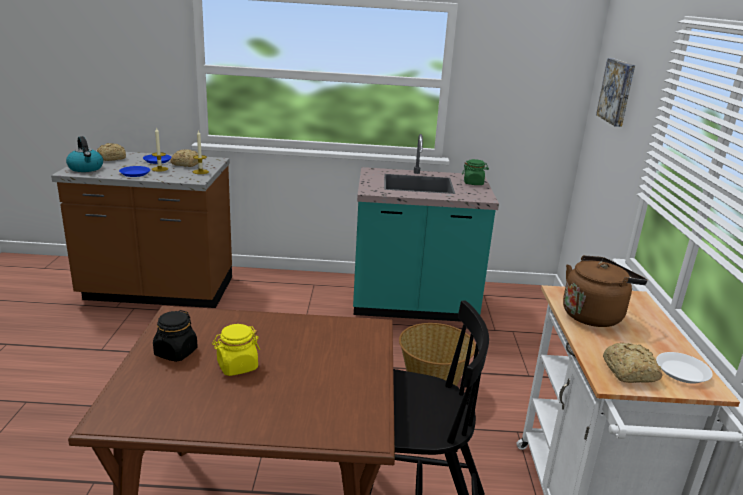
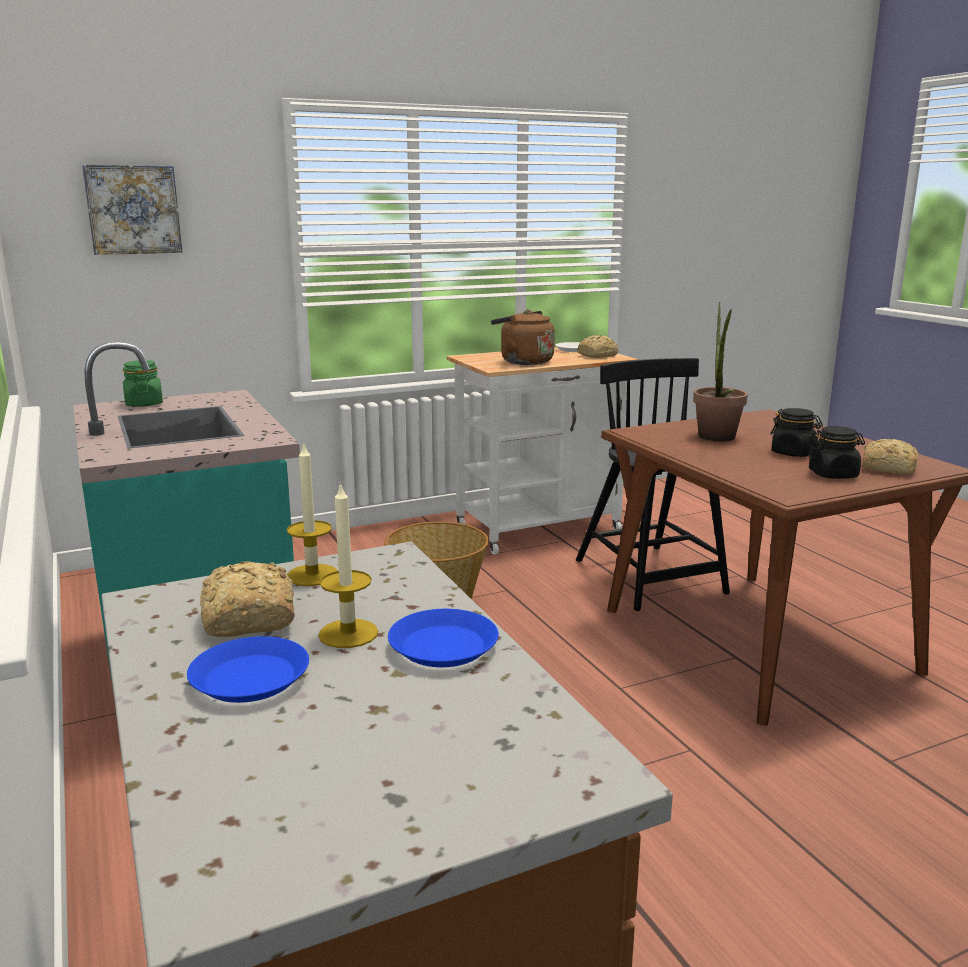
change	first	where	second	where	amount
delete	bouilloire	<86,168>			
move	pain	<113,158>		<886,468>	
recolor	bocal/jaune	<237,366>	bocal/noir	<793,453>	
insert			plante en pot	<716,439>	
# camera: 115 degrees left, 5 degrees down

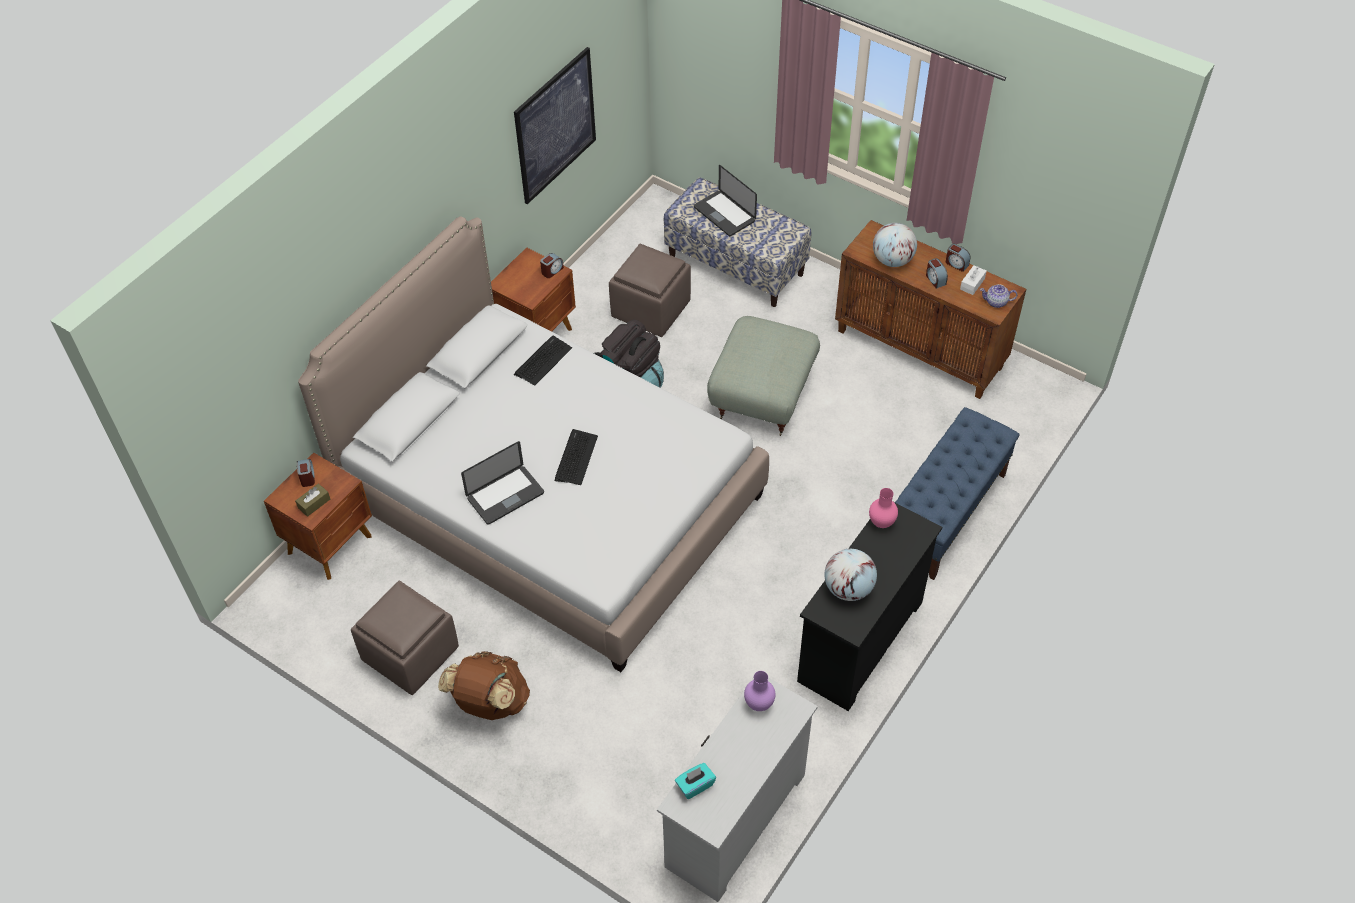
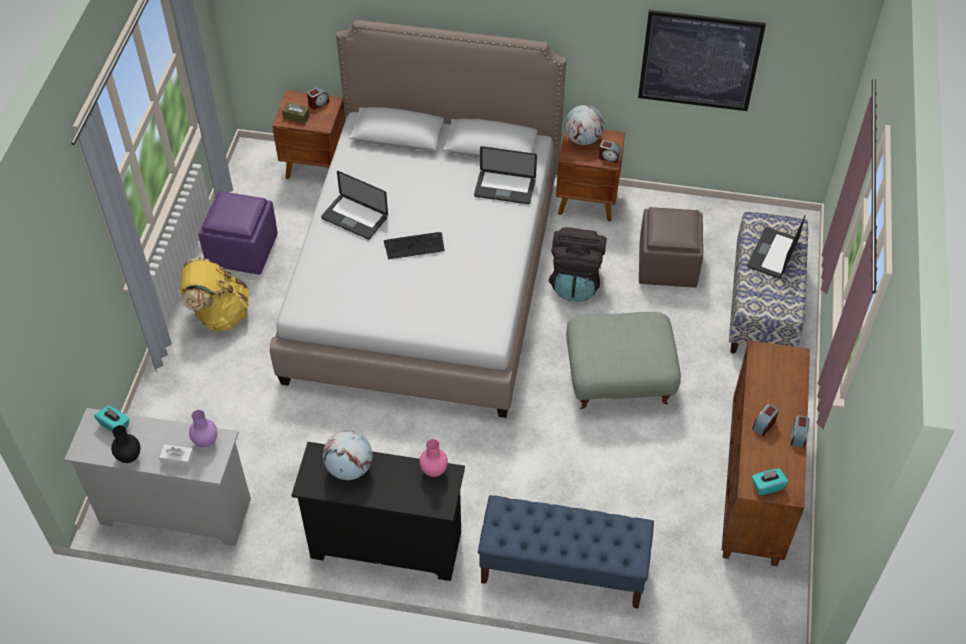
change	first	where	second	where	amount
move	globe	<892,260>		<582,139>	
move	boîte à mouchoirs/blanc	<972,284>		<178,459>	
replace	théière	<996,302>	boîte à mouchoirs/turquoise	<767,486>	
replace	clavier	<543,361>	ordinateur portable	<504,188>	
recolor	pouf/marron	<409,654>	pouf/violet	<242,250>	
recolor	sac à dos/marron	<490,703>	sac à dos/jaune	<219,314>	
insert			vase/noir	<129,458>	
# camera: 65 degrees right, 0 degrees up

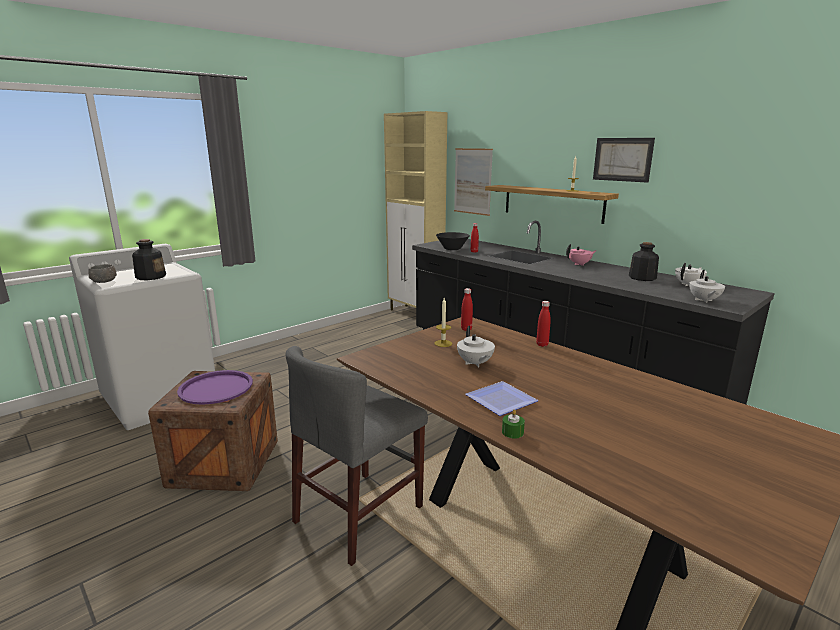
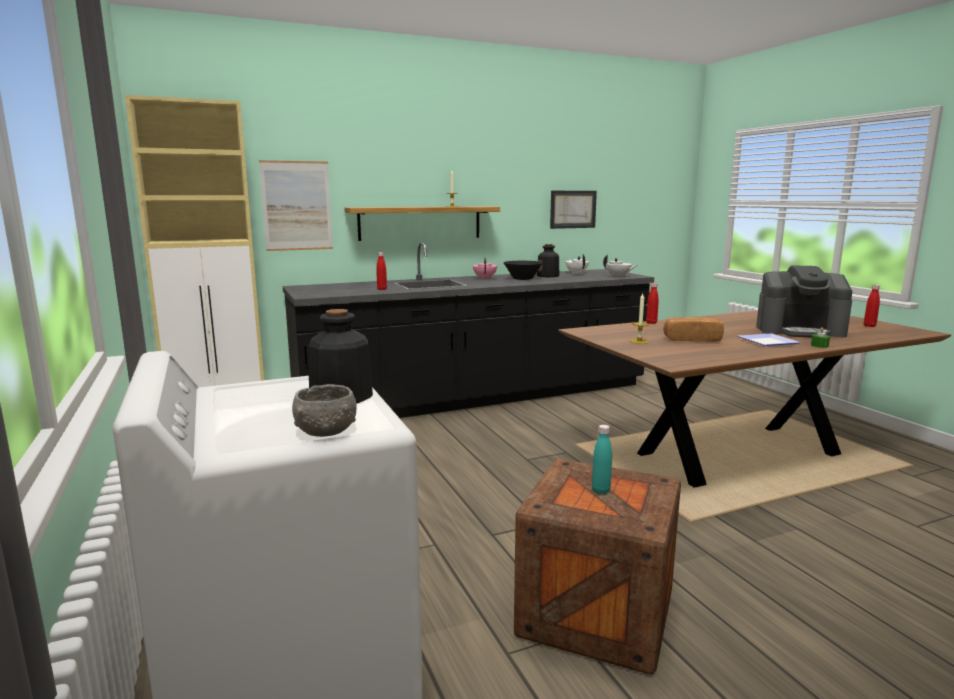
change	first	where	second	where	amount
move	tableau	<622,159>		<573,209>	
move	bol/noir	<452,249>		<523,279>	
move	bouteille/rouge	<466,329>		<869,326>	
replace	théière/blanc	<475,363>	pain	<692,339>	
delete	chaise/gris	<359,514>			
replace	plateau/violet	<216,388>	bouteille/turquoise	<600,490>	
insert			machine à café	<800,330>	
# camera: 70 degrees left, 5 degrees down

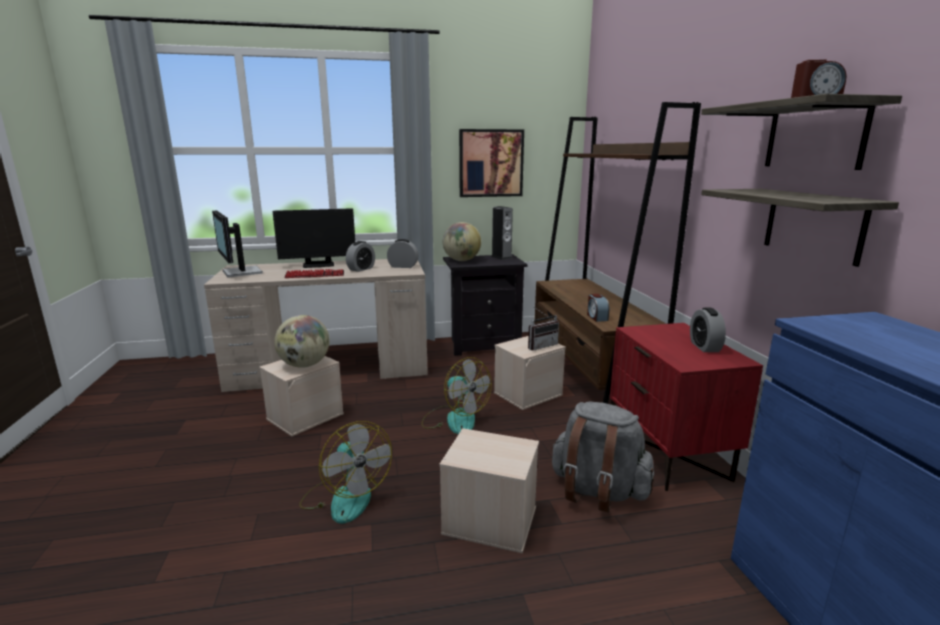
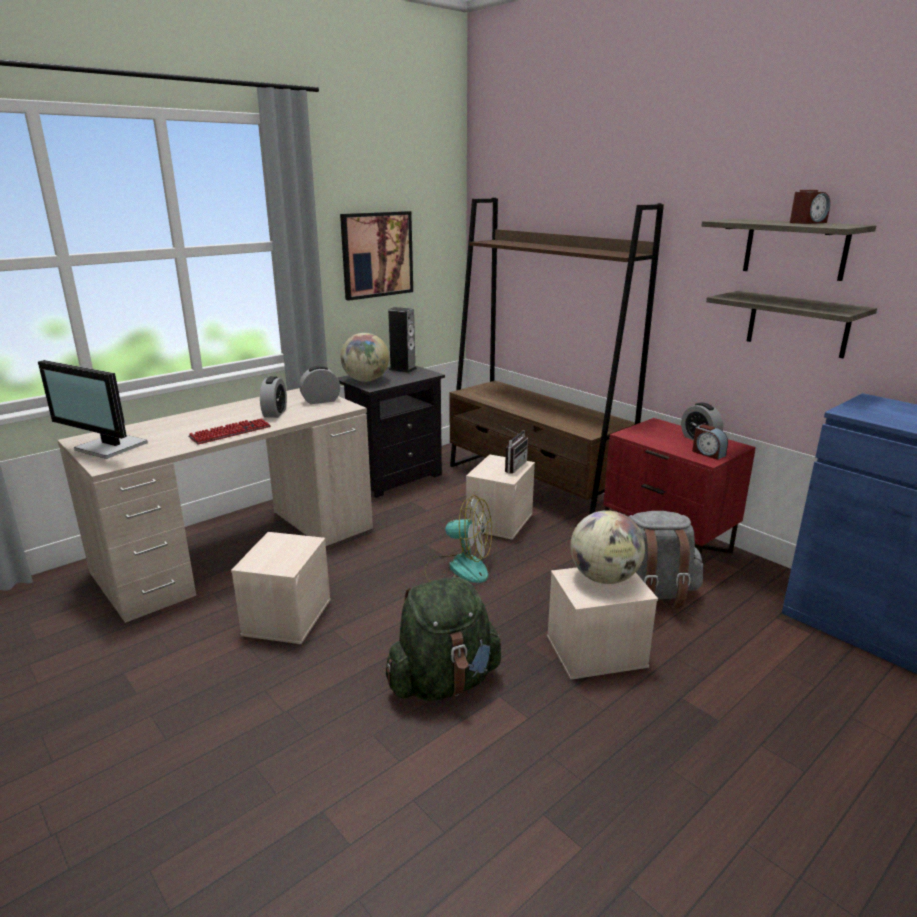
change	first	where	second	where	amount
delete	écran d'ordinateur	<318,265>			
move	réveil	<596,317>		<708,453>	
move	globe	<304,365>		<604,578>	
replace	ventilateur	<345,497>	sac à dos/vert	<444,682>	
# camera: 30 degrees left, 5 degrees up

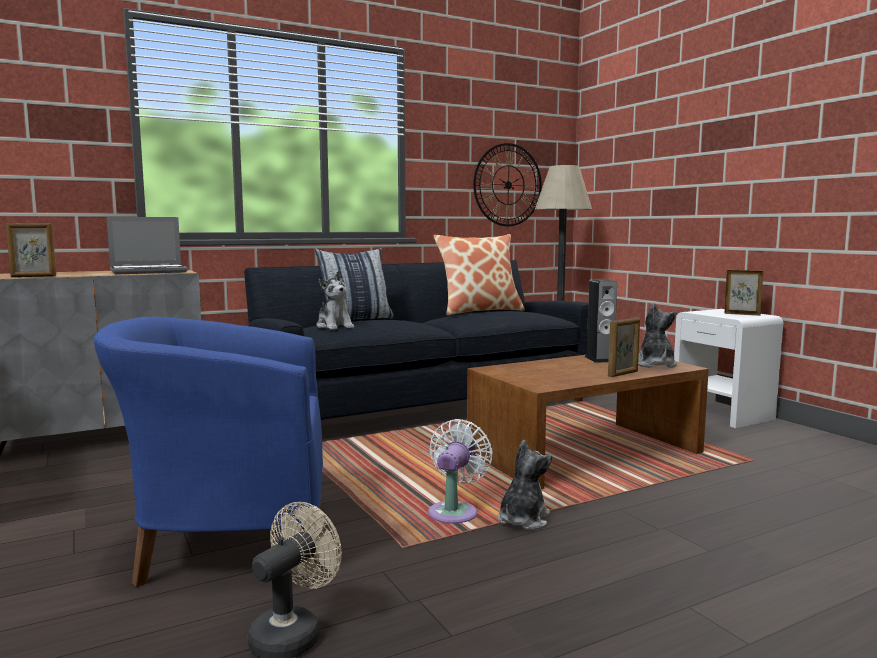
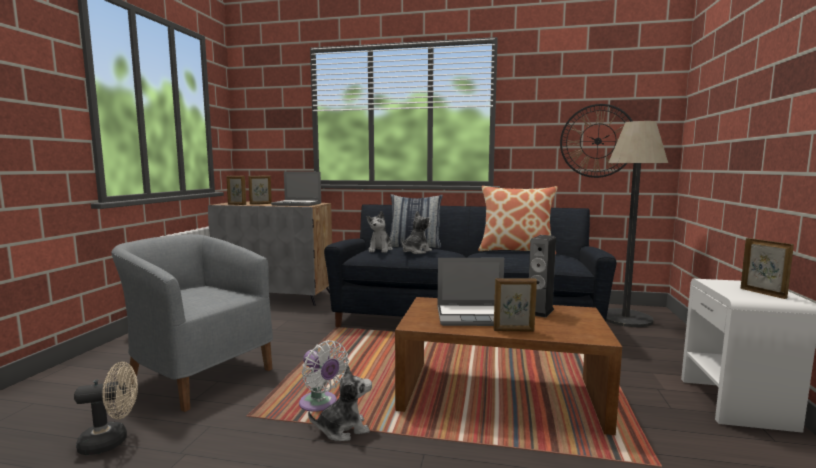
change	first	where	second	where	amount
move	peluche	<655,365>		<416,251>	
recolor	fauteuil/bleu	<227,541>	fauteuil/gris	<198,374>	
rotate	ventilateur/blanc	<455,511>		<320,404>	75 degrees clockwise
insert			cadre photo	<260,204>	
insert			ordinateur portable	<473,316>	
# camera: 40 degrees right, 0 degrees up

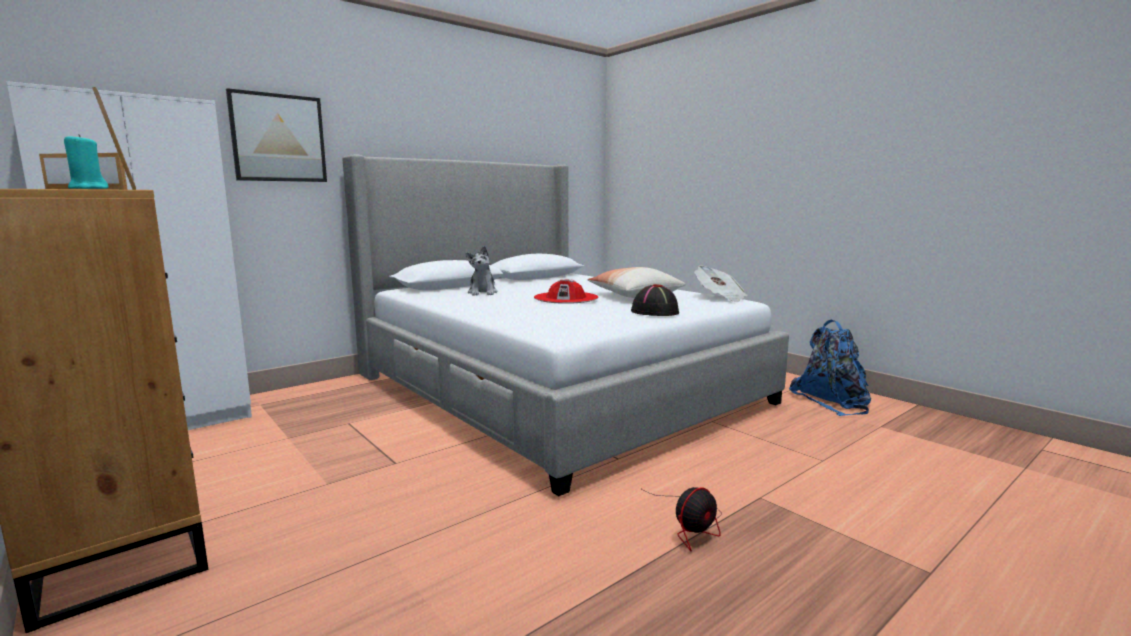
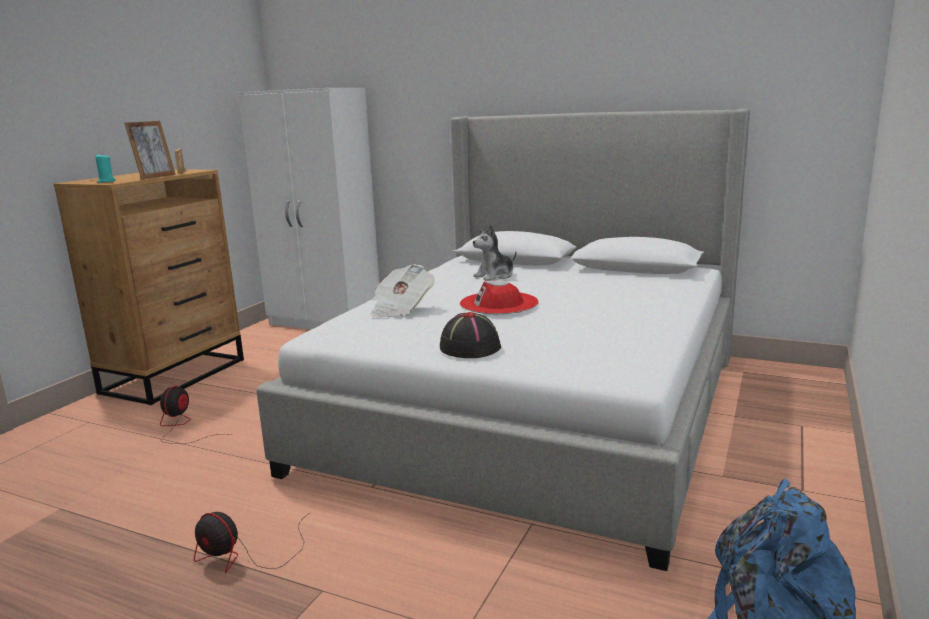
change	first	where	second	where	amount
delete	tableau	<278,138>			
move	journal	<720,298>		<401,309>	
delete	coussin	<634,296>			
insert			ventilateur	<182,427>	
# camera: 65 degrees right, 5 degrees up

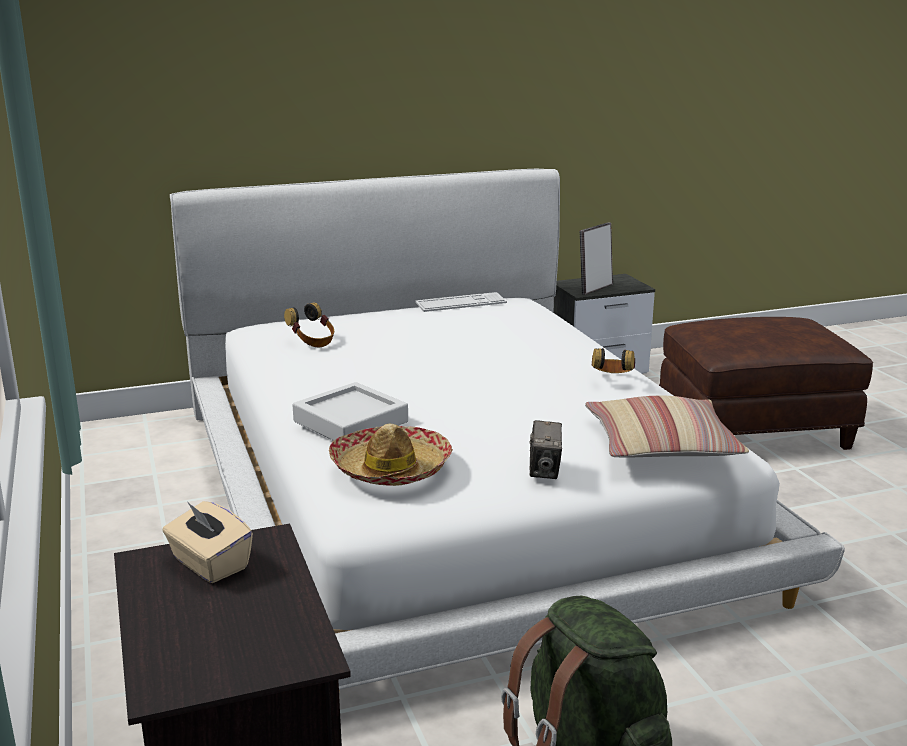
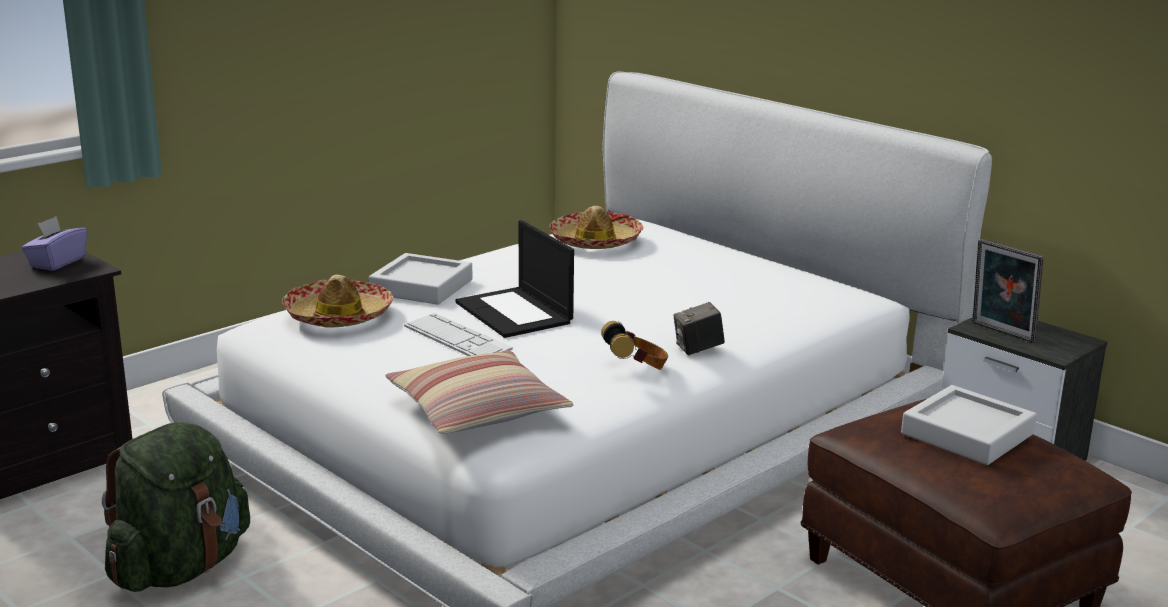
change	first	where	second	where	amount
rotate	cadre photo	<594,289>		<1000,333>	150 degrees counterclockwise
move	clavier	<461,303>		<457,338>	
replace	casque audio	<312,342>	chapeau	<595,241>	
move	appareil photo	<544,471>		<698,349>	
recolor	boîte à mouchoirs/beige	<209,564>	boîte à mouchoirs/violet	<57,262>	
insert			ordinateur portable	<515,313>	
insert			plateau/gris	<967,434>	
# camera: 65 degrees right, 0 degrees up

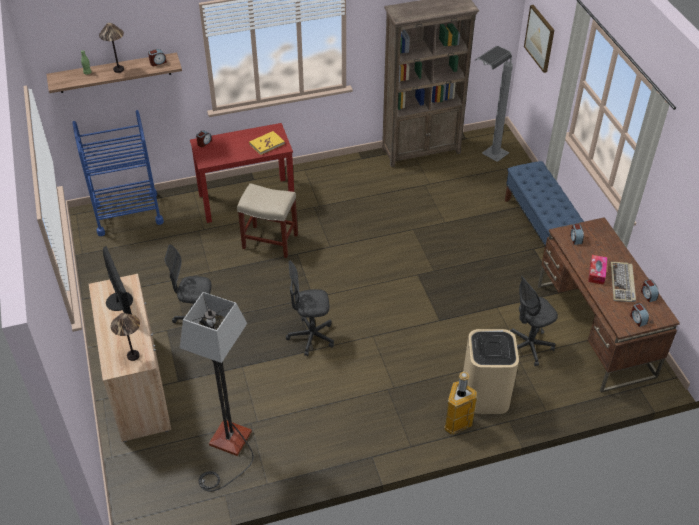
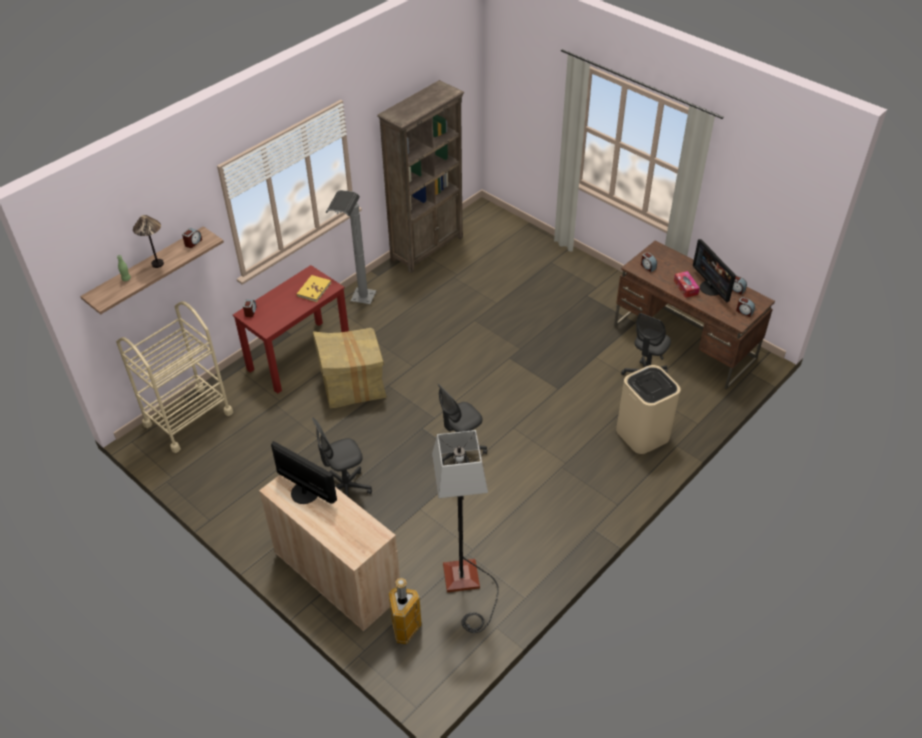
change	first	where	second	where	amount
delete	tableau	<540,38>			
move	lampadaire/gris	<486,161>		<359,307>	
recolor	chariot/bleu	<128,214>	chariot/beige	<188,418>	
delete	banc/bleu	<539,227>			
replace	tabouret/beige	<269,241>	carton	<353,385>	
replace	clavier	<622,283>	écran d'ordinateur	<711,288>	
delete	lampe de table	<133,356>			
move	poubelle	<456,423>		<405,630>	
# camera: 30 degrees left, 0 degrees up

